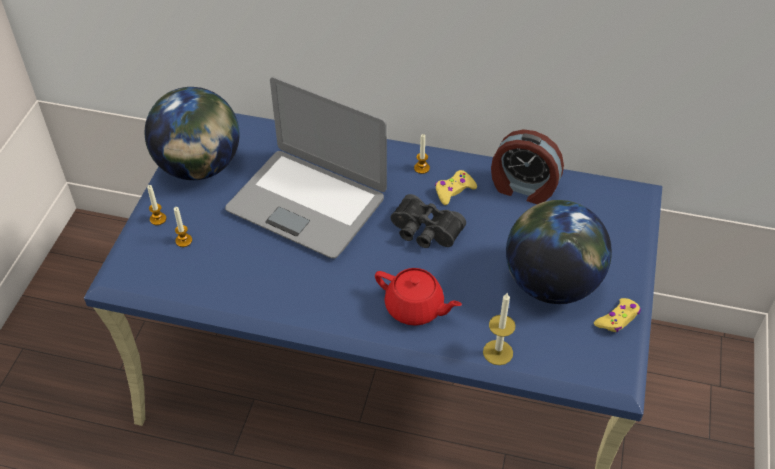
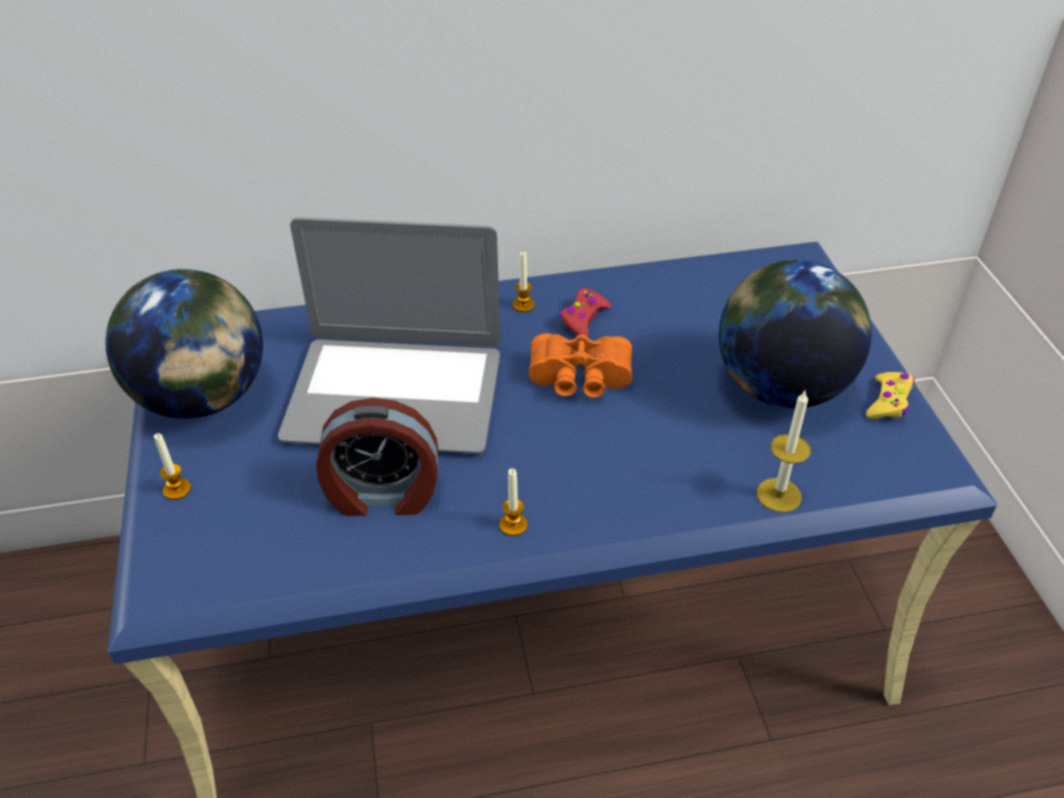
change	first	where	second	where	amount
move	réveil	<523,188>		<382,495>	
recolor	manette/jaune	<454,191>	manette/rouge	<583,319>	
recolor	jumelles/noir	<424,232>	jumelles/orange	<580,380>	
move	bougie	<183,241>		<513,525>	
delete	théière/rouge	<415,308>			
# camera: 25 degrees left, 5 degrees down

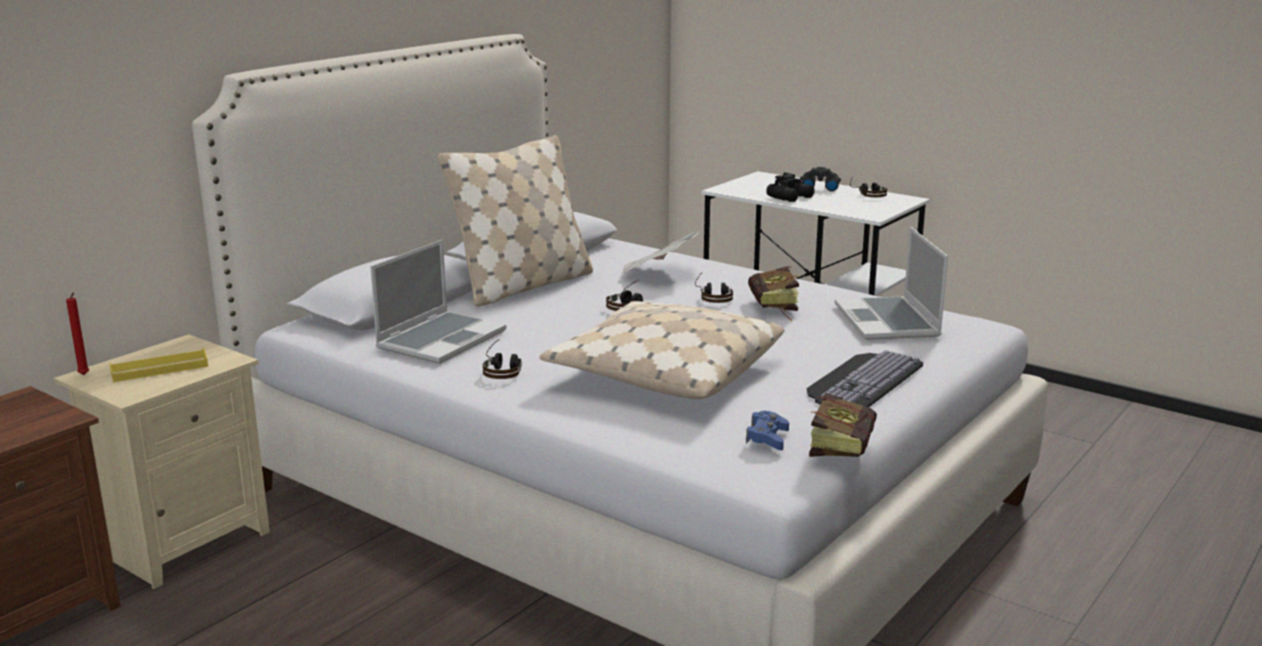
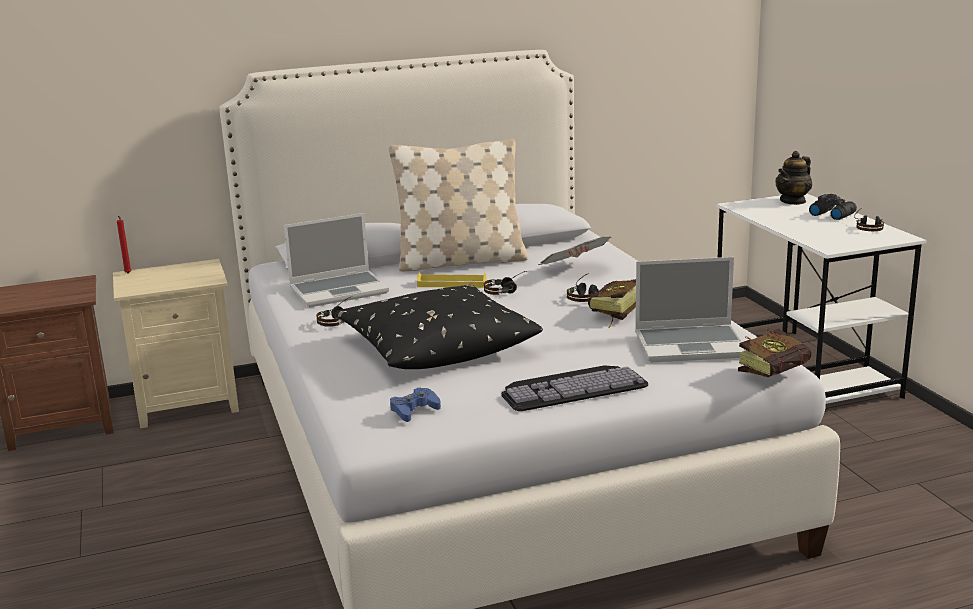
change	first	where	second	where	amount
delete	jumelles/noir	<791,197>			
rotate	ordinateur portable	<888,321>		<691,345>	120 degrees counterclockwise
recolor	coussin/beige	<664,373>	coussin/noir	<435,346>	
move	plateau/jaune	<159,369>		<452,283>	
move	livre	<842,447>		<777,373>	
insert			théière	<793,201>	
# camera: 35 degrees right, 0 degrees up

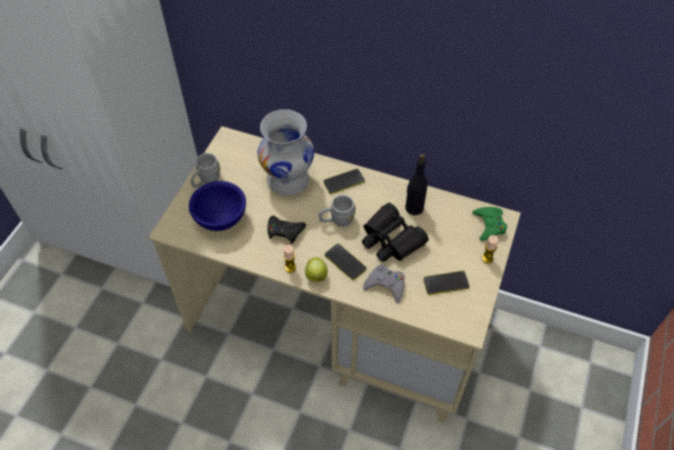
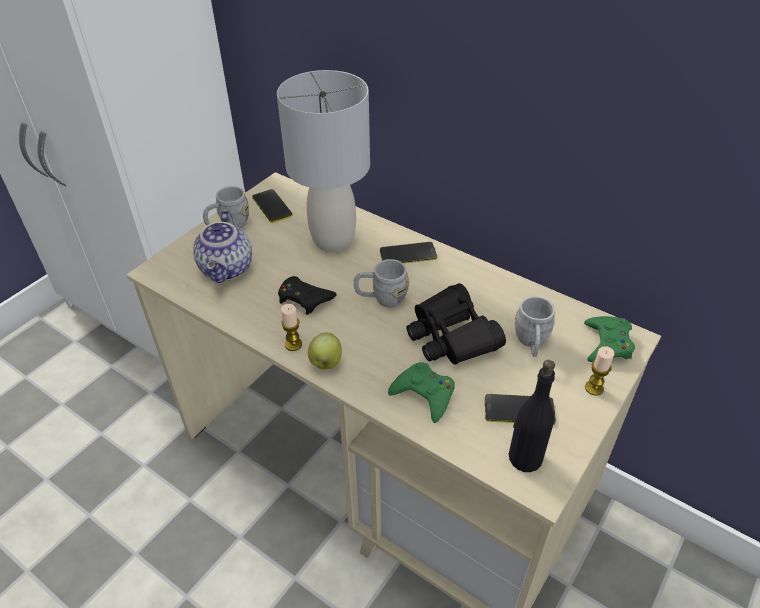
change	first	where	second	where	amount
replace	vase/blanc	<287,179>	lampe de table/gris	<332,240>	
move	bouteille/noir	<414,208>		<524,458>	
replace	bol/bleu	<221,218>	théière	<228,269>	
move	téléphone	<345,262>		<272,206>	
recolor	manette/gris	<386,285>	manette/vert	<424,394>	
insert			mug/gris	<531,343>	
# camera: 15 degrees right, 10 degrees down

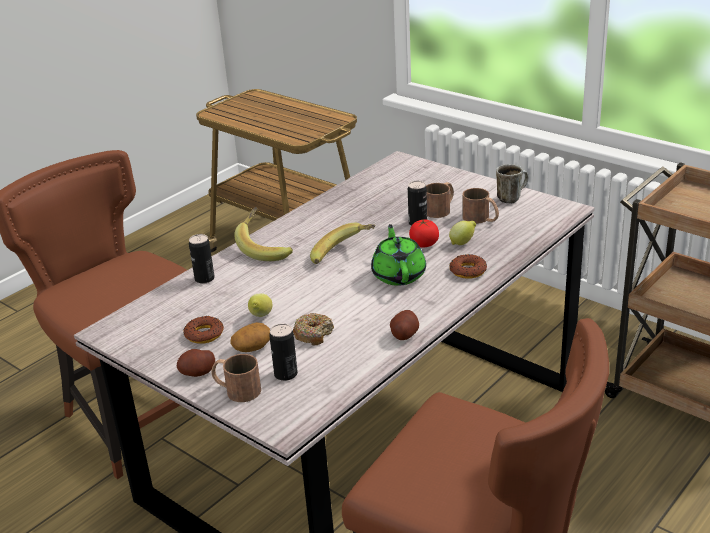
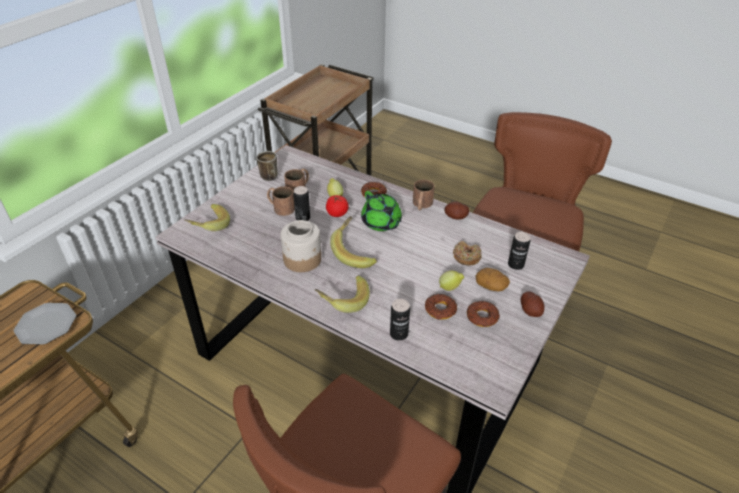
change	first	where	second	where	amount
rotate	théière/vert	<399,275>		<381,223>	105 degrees counterclockwise
move	mug/marron	<236,389>		<421,205>	
insert			banane	<208,226>	
insert			bocal	<303,259>	
insert			beignet	<440,310>	
insert			assiette	<46,325>	
# camera: 100 degrees left, 10 degrees up

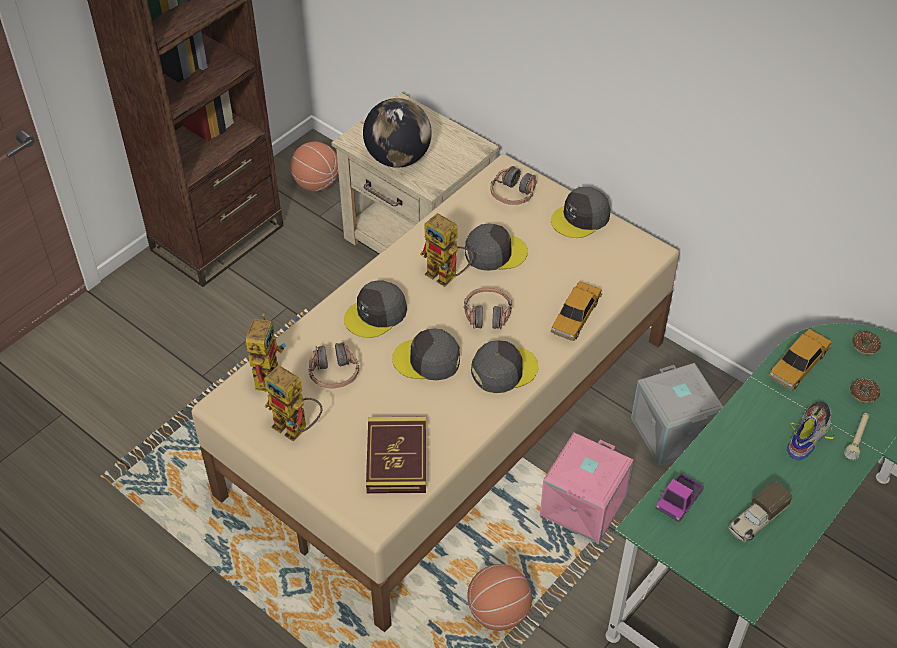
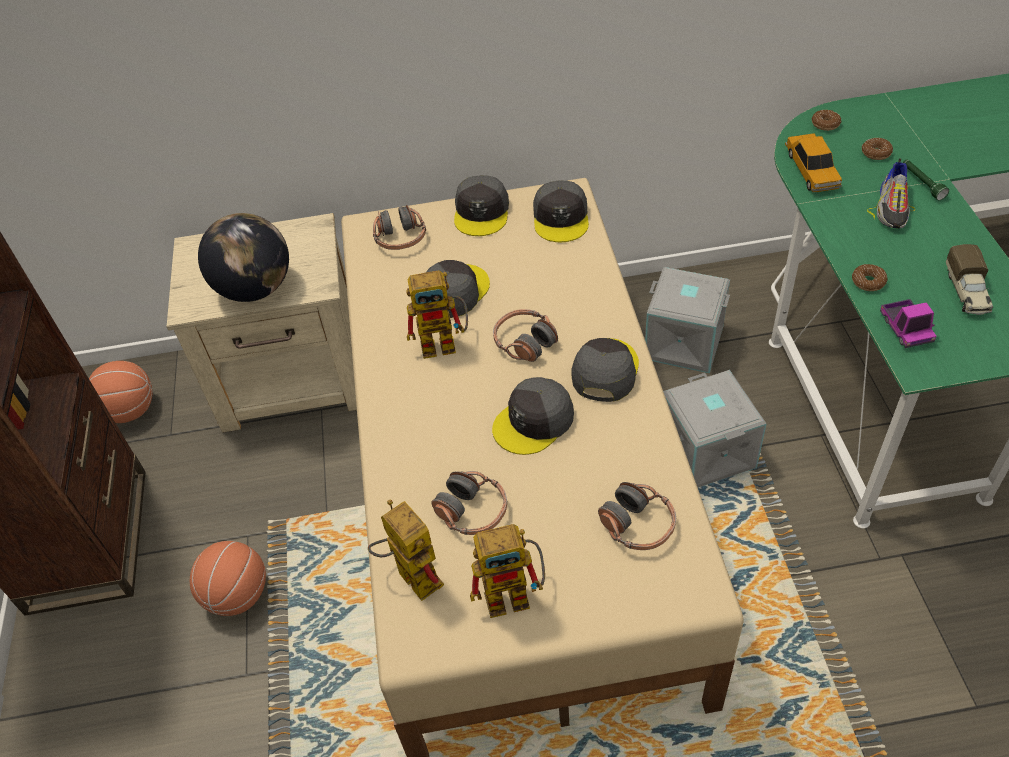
change	first	where	second	where	amount
move	casquette/gris	<376,314>		<561,218>	
delete	petite voiture	<575,316>			
rotate	chaussure	<808,433>		<892,206>	150 degrees counterclockwise
recolor	lampe de poche/beige	<857,439>	lampe de poche/vert	<921,183>	
replace	livre	<396,458>	casque audio	<637,525>	
recolor	boîte de rangement/rose	<582,505>	boîte de rangement/gris	<704,452>	
move	ballon de basket	<499,612>		<238,594>	
insert			beignet	<868,282>	
# camera: 45 degrees left, 0 degrees up

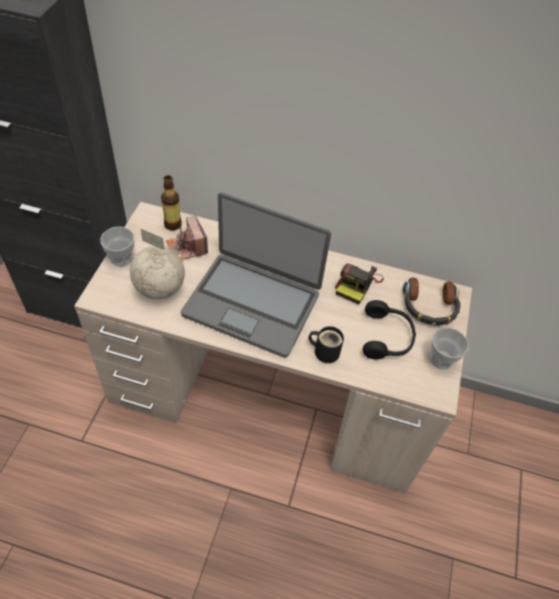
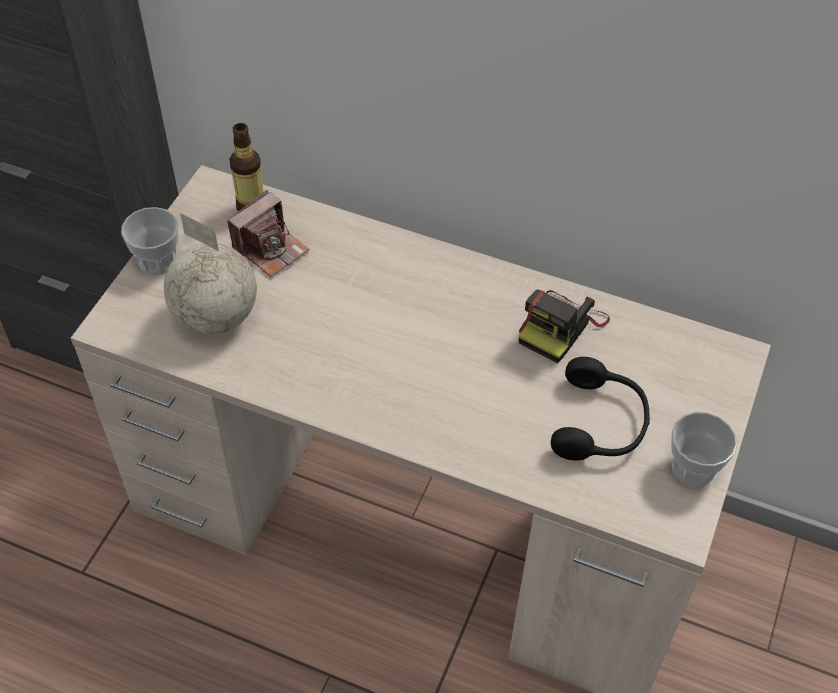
change	first	where	second	where	amount
delete	ordinateur portable	<252,303>			
rotate	appareil photo	<187,248>		<270,249>	120 degrees counterclockwise
delete	casque audio	<429,307>			
delete	mug/noir	<325,350>			
# camera: 10 degrees right, 0 degrees up

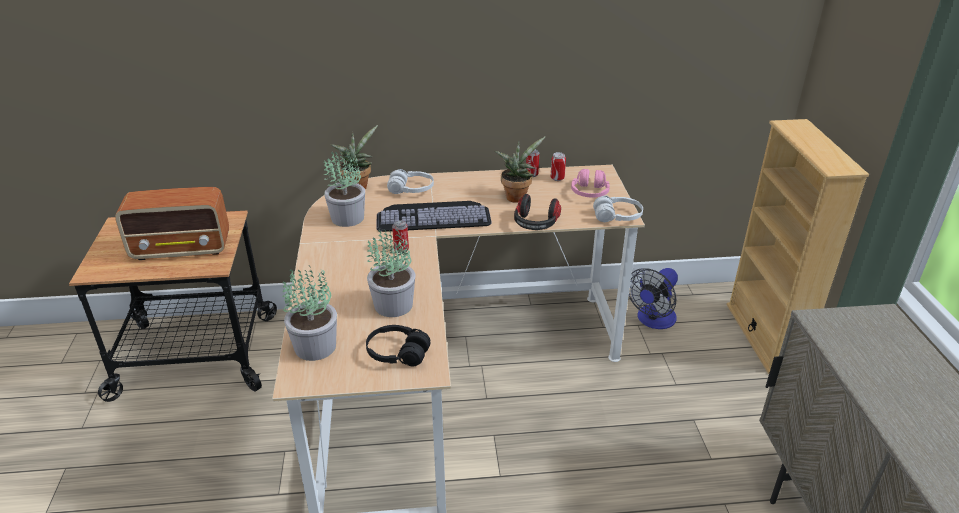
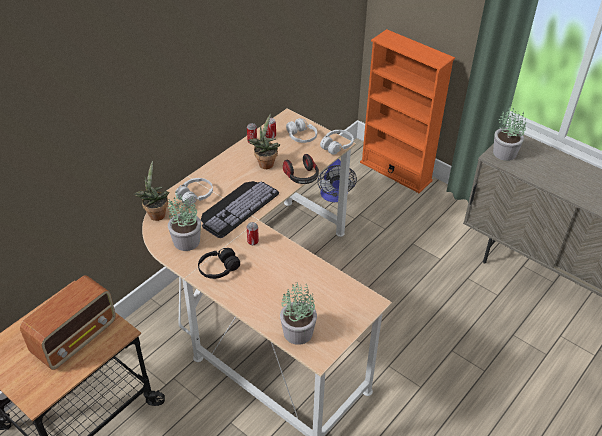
change	first	where	second	where	amount
recolor	bibliothèque/beige	<763,336>	bibliothèque/orange	<395,171>	
recolor	casque audio/rose	<589,192>	casque audio/blanc	<301,136>	
move	plante en pot	<393,304>		<504,153>	
move	casque audio/noir	<397,354>		<218,269>	
# camera: 45 degrees left, 10 degrees up

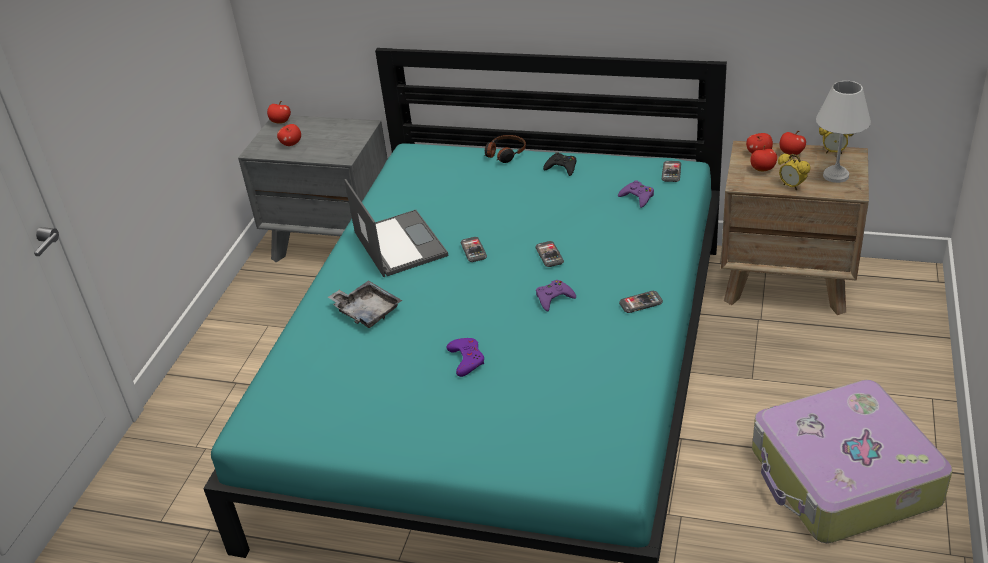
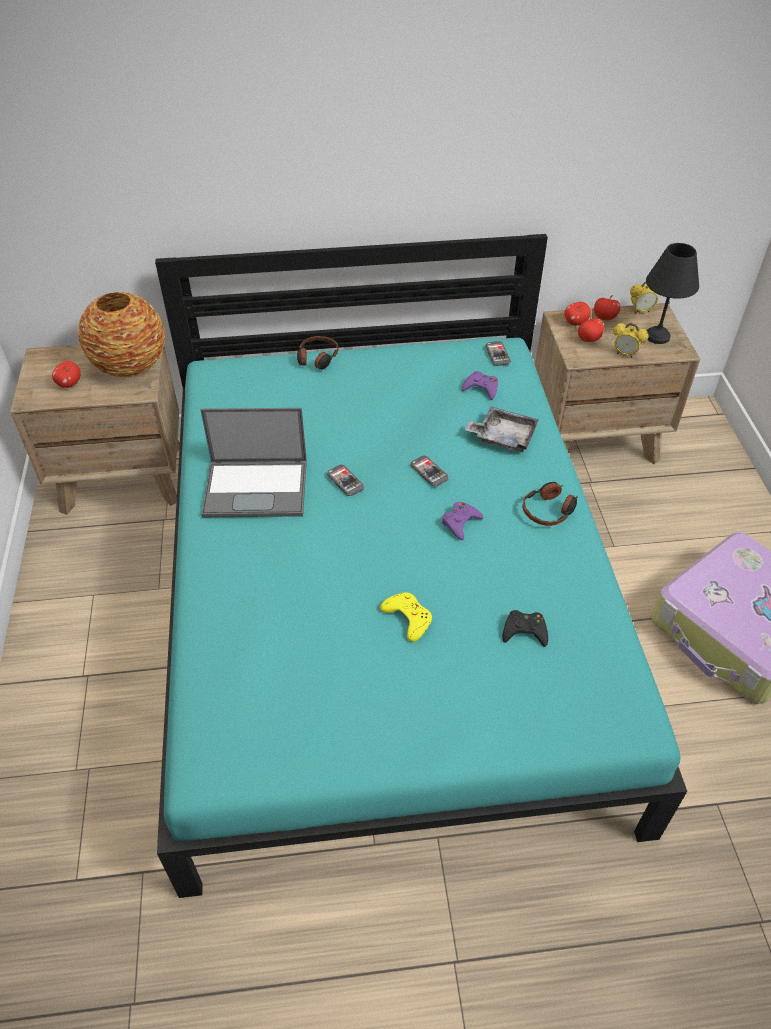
change	first	where	second	where	amount
recolor	lampe de table/blanc	<837,175>	lampe de table/noir	<658,336>	
delete	pomme	<280,122>			
recolor	table de chevet/gris	<333,242>	table de chevet/marron	<123,477>	
move	manette/noir	<562,167>		<524,631>	
rotate	ordinateur portable	<399,243>		<257,488>	135 degrees clockwise
move	plateau/gris	<366,311>		<503,436>	
replace	téléphone	<641,303>	casque audio	<549,510>	
recolor	manette/violet	<466,359>	manette/jaune	<408,618>	
insert			vase	<129,366>	
# camera: 25 degrees left, 10 degrees up

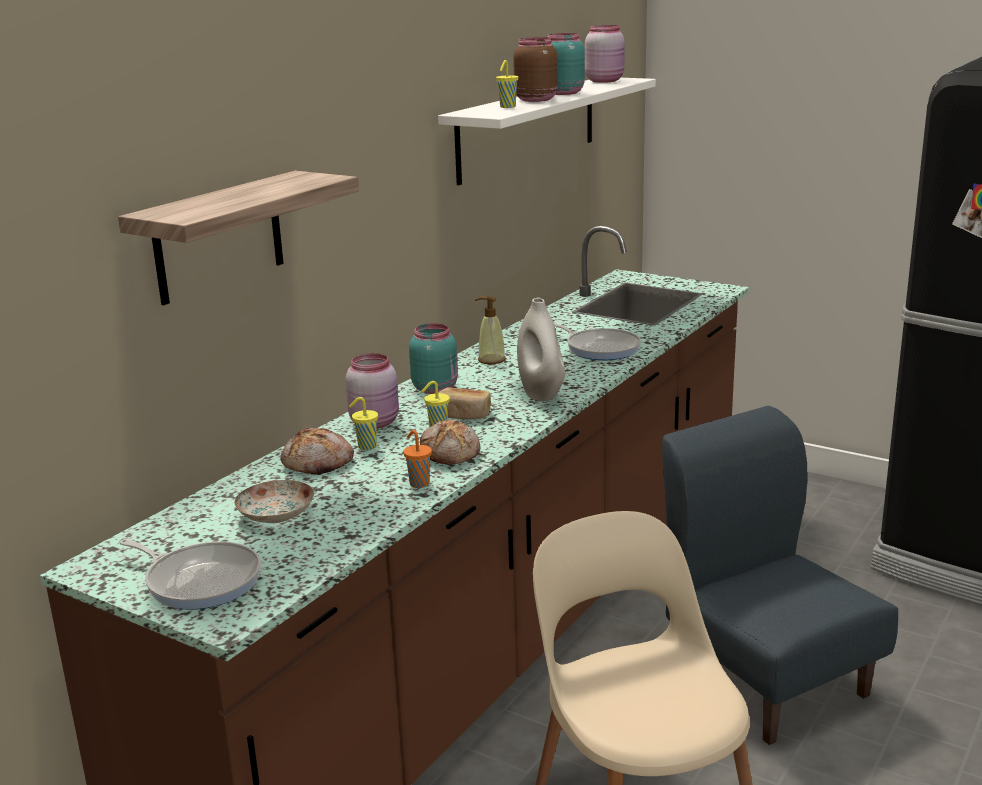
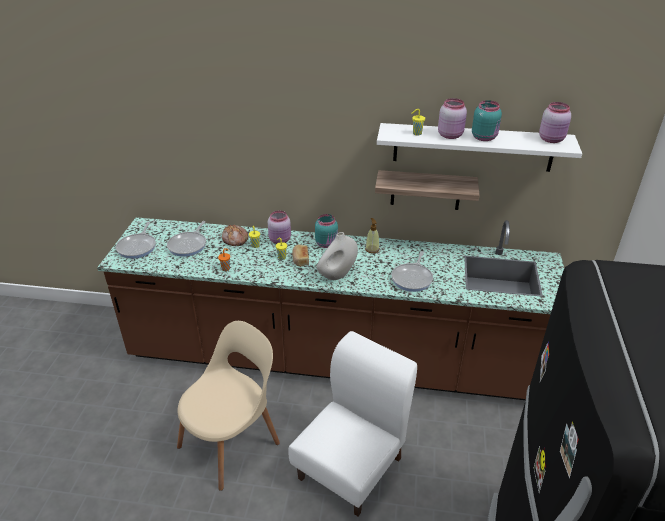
change	first	where	second	where	amount
recolor	bocal/marron	<536,99>	bocal/rose	<450,135>	
move	étagère	<219,237>		<425,190>	
recolor	chaise/bleu	<766,678>	chaise/blanc	<351,468>	
delete	pain	<451,453>			
replace	assiette	<276,514>	poêle	<188,245>	
# camera: 65 degrees right, 15 degrees up

